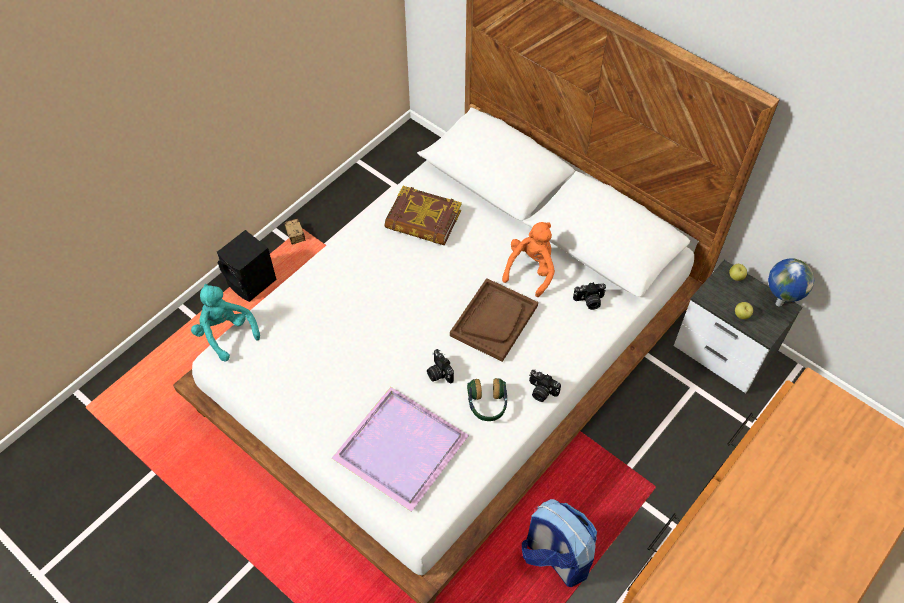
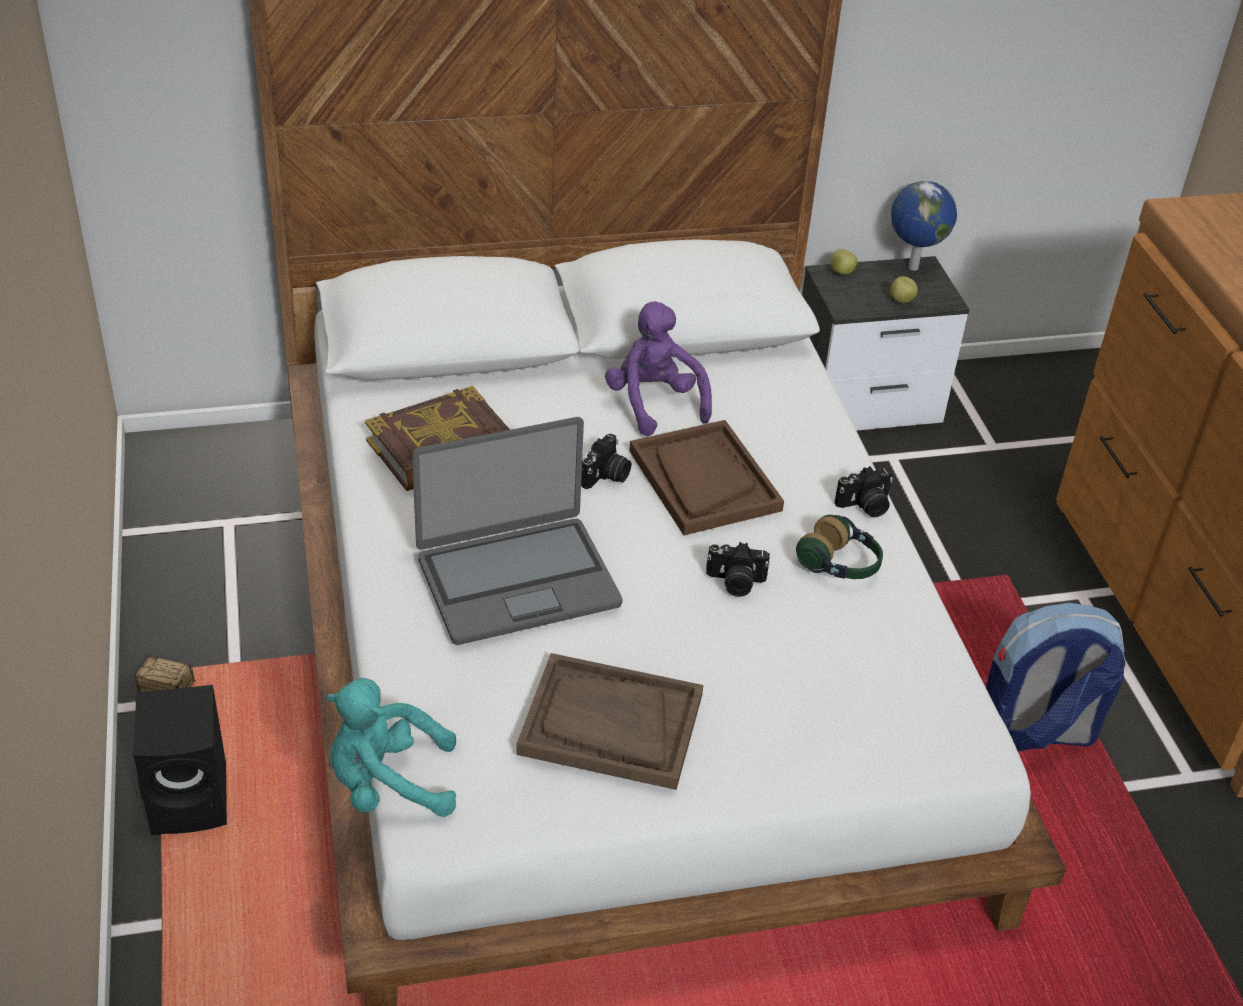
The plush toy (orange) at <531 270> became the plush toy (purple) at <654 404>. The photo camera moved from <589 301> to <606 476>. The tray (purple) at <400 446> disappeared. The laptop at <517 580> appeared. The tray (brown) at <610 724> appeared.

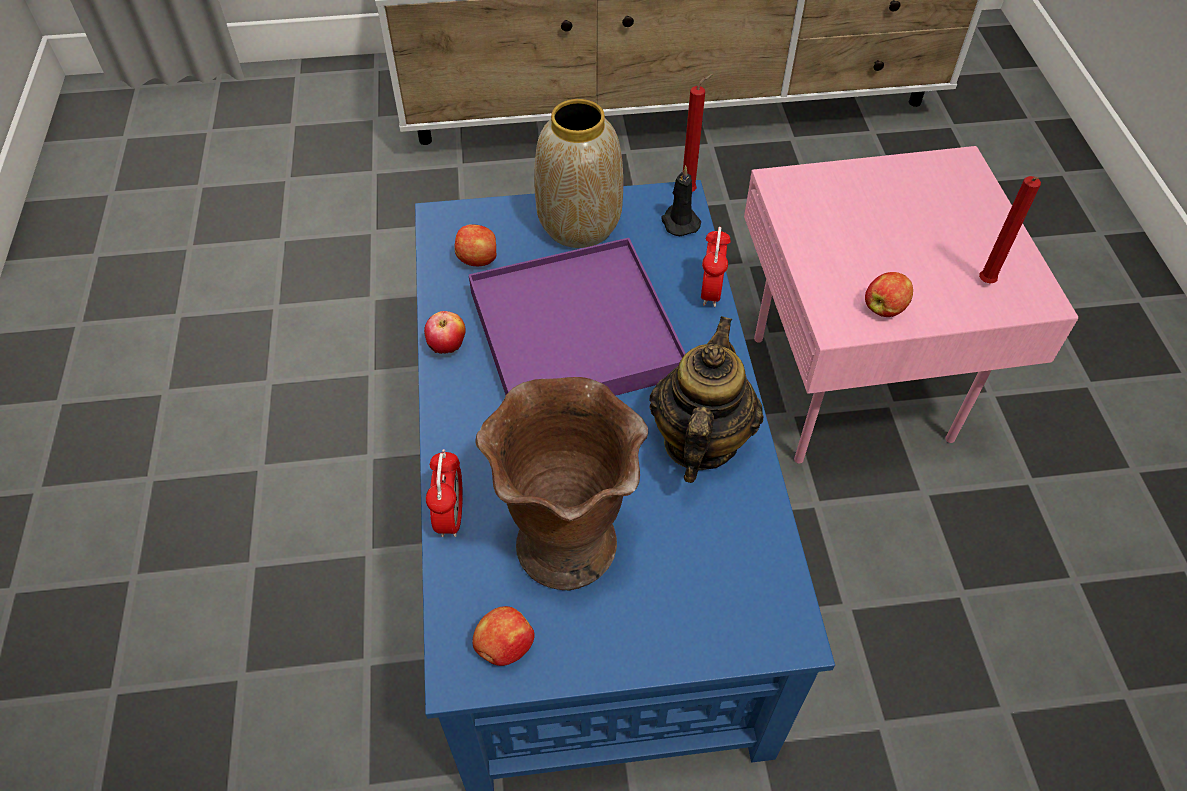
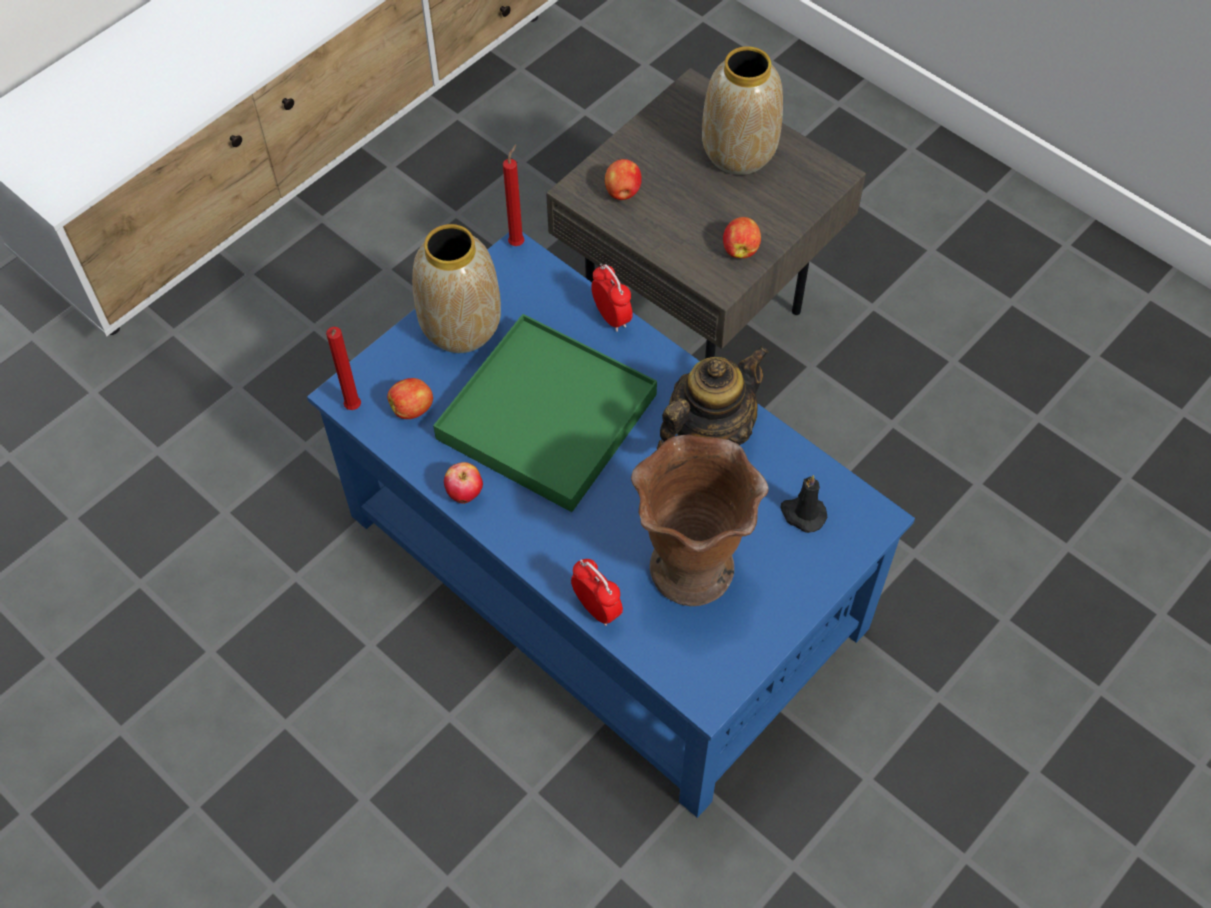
The side table (pink) at <857 391> became the side table (grey) at <701 318>. The candle (black) moved from <679 222> to <802 514>. The candle (red) moved from <984 284> to <353 409>. The tray (purple) at <574 334> became the tray (green) at <547 417>. The teapot at <699 441> turned 75 degrees clockwise. The apple moved from <504 647> to <622 192>. The vase at <740 153> appeared.

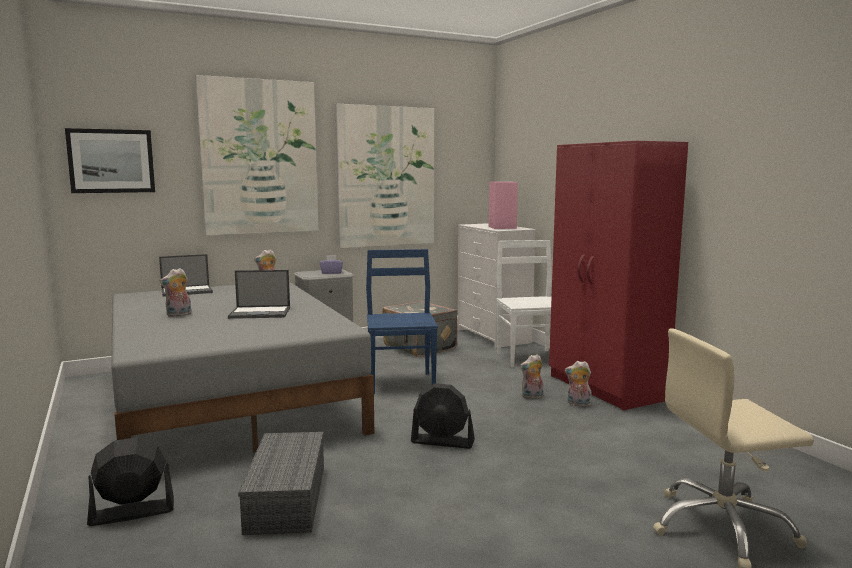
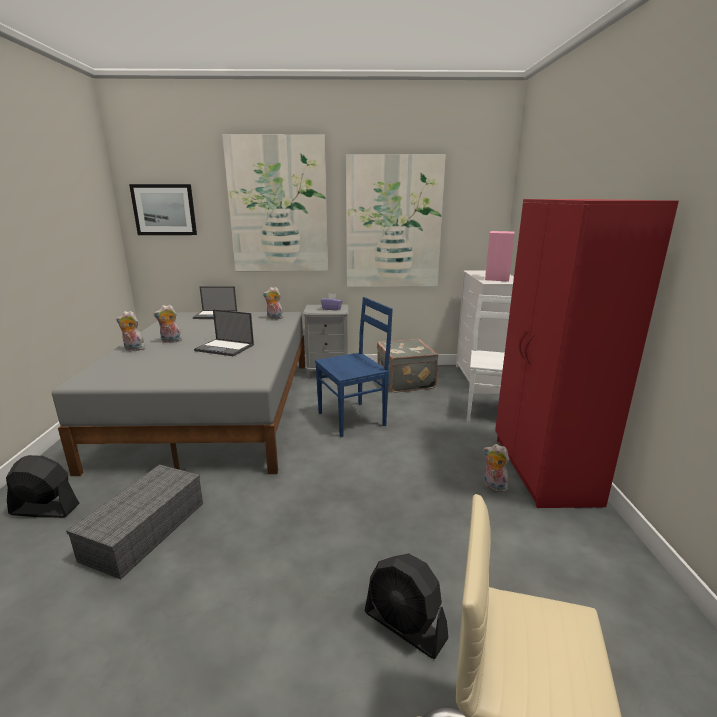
The chair (blue) at <401 382> turned 45 degrees clockwise. The plush toy moved from <532 397> to <133 349>. The fan (black) moved from <443 441> to <405 626>.

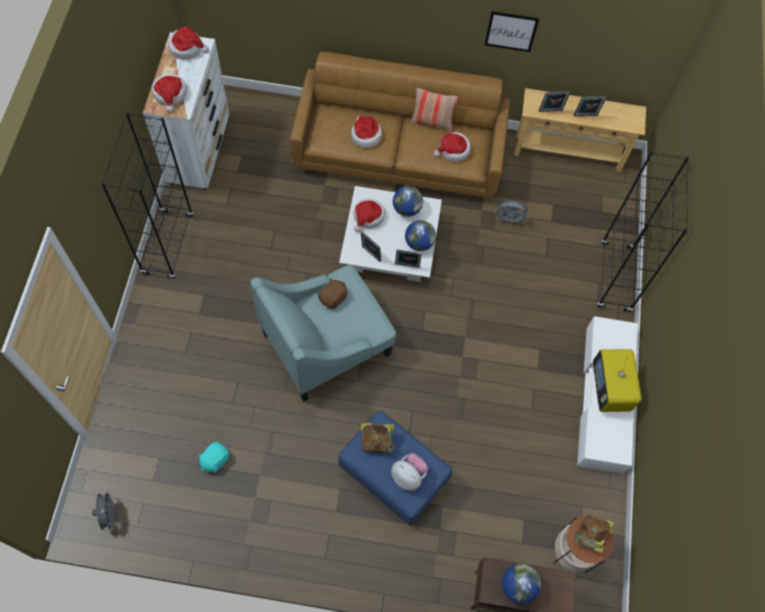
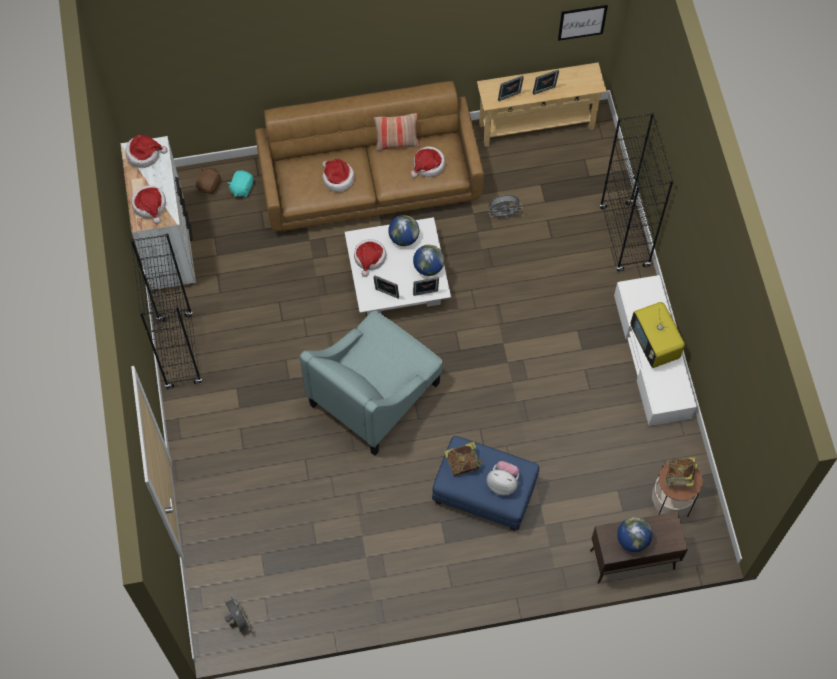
The picture moved from <511 31> to <582 22>. The plush toy (brown) moved from <333 298> to <209 185>. The plush toy (turquoise) moved from <215 460> to <241 188>.

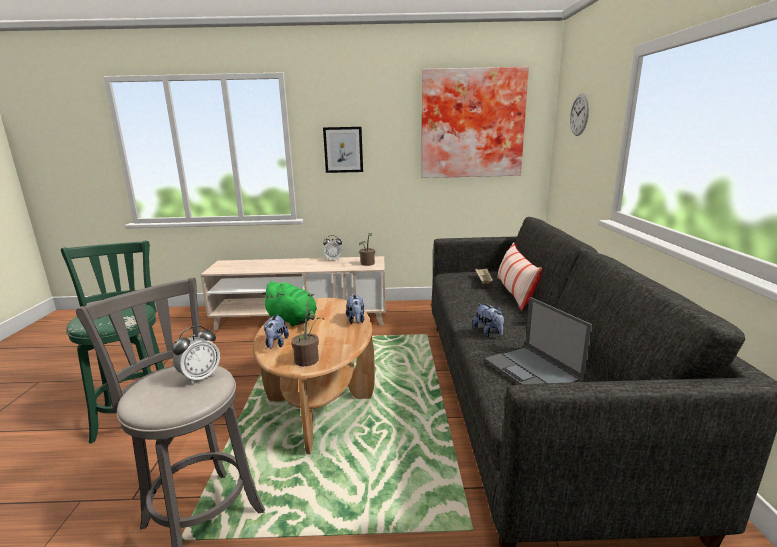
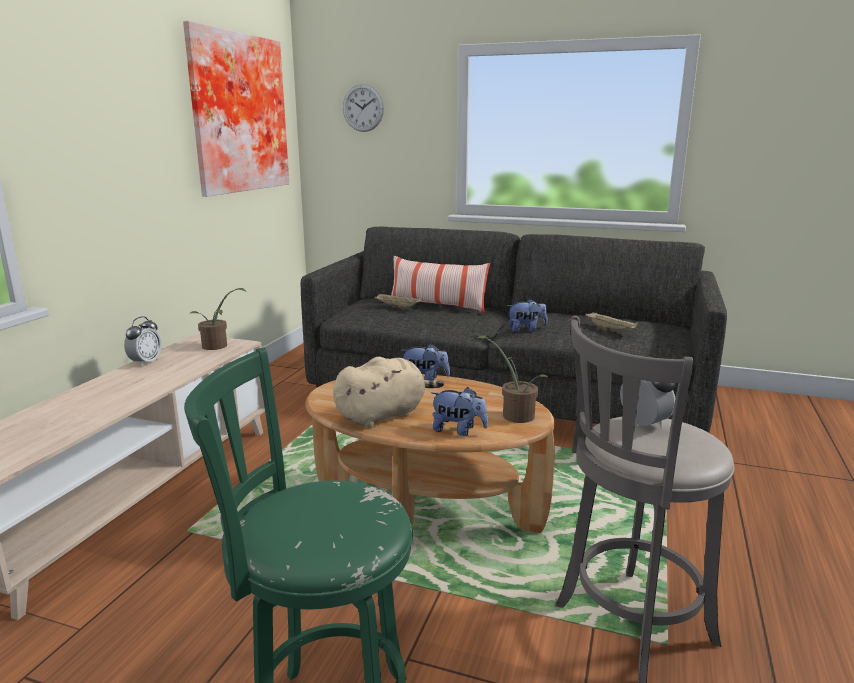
The picture at <343 150> disappeared. The plush toy (green) at <293 320> became the plush toy (beige) at <384 415>. The laptop at <533 371> was replaced by the tray (beige) at <611 330>.

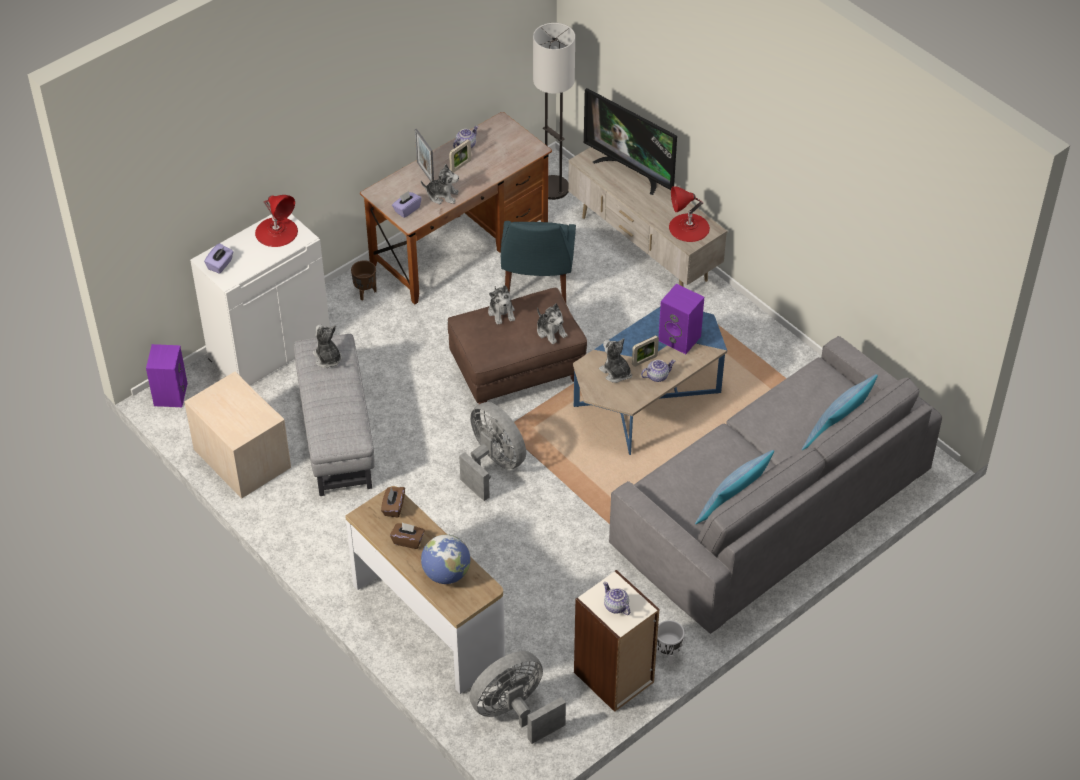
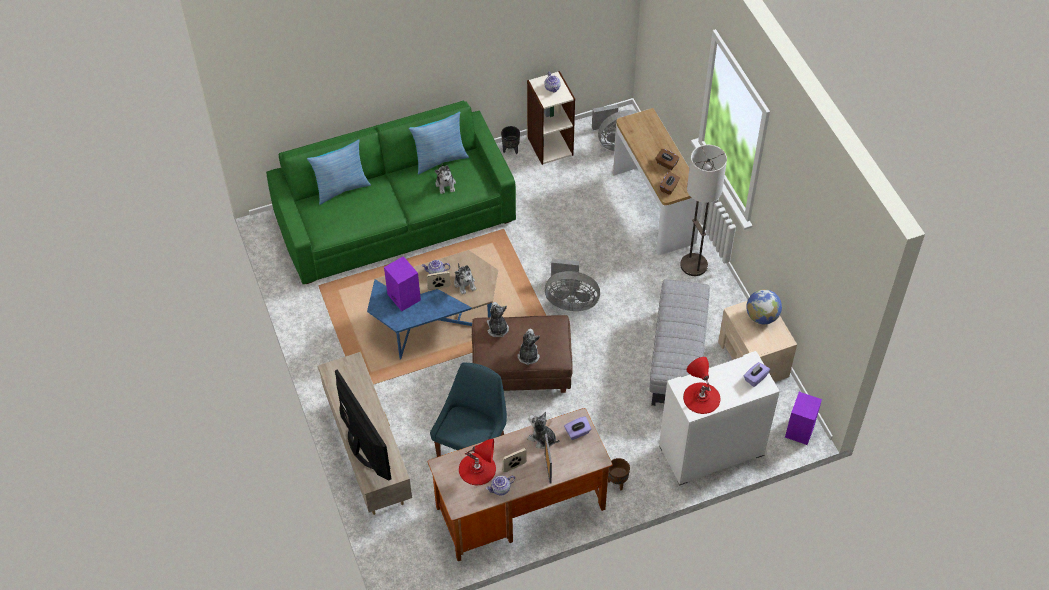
The floor lamp moved from <553 188> to <693 265>. The table lamp (red) moved from <689 227> to <477 468>. The plush toy moved from <328 358> to <445 184>. The sofa (grey) at <771 509> became the sofa (green) at <395 217>. The fan (grey) at <493 465> turned 60 degrees counterclockwise. The globe moved from <446 574> to <762 317>. The planter (white) at <667 654> became the planter (black) at <511 149>.

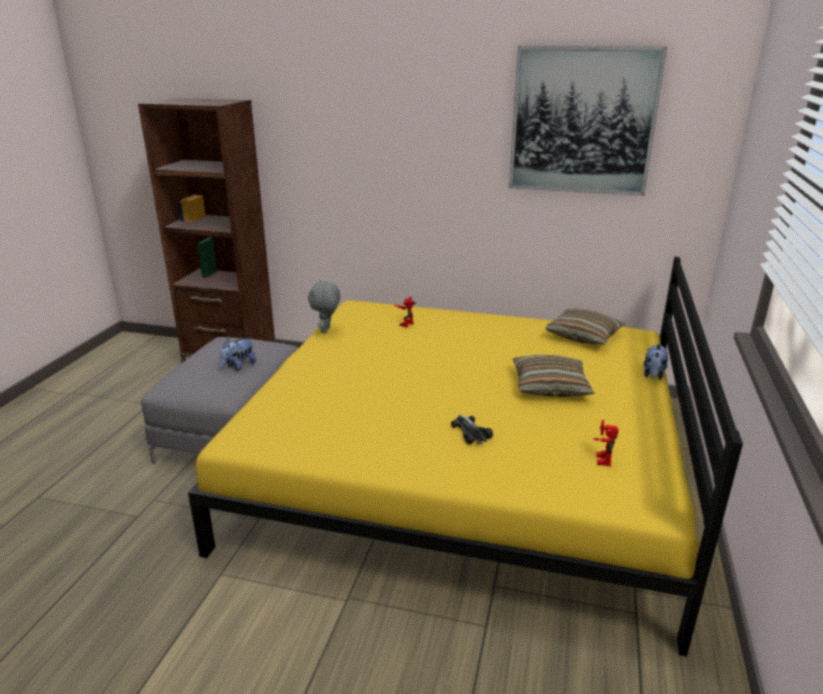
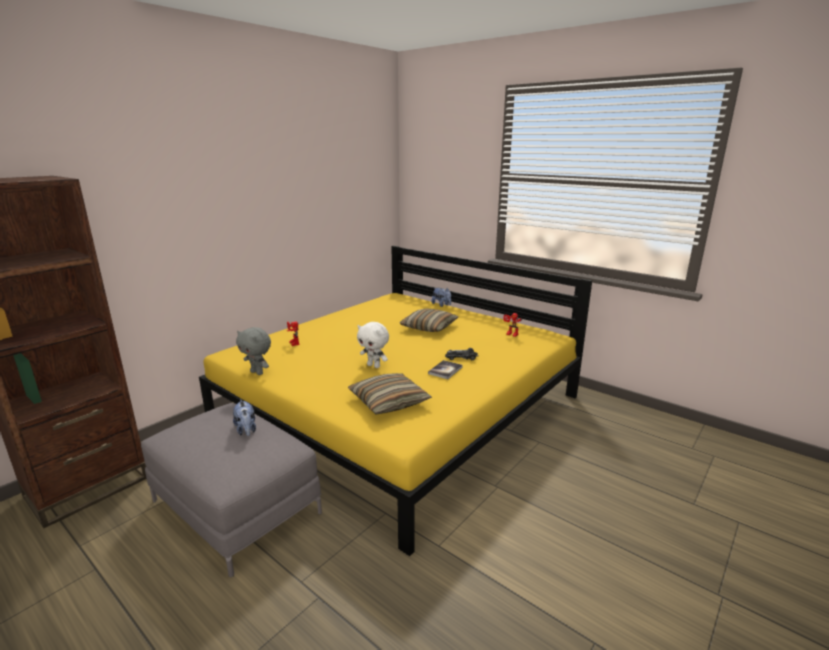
The picture at <582 121> disappeared. The pillow moved from <583 335> to <389 402>. The plush toy (white) at <374 366> appeared. The book at <445 370> appeared.

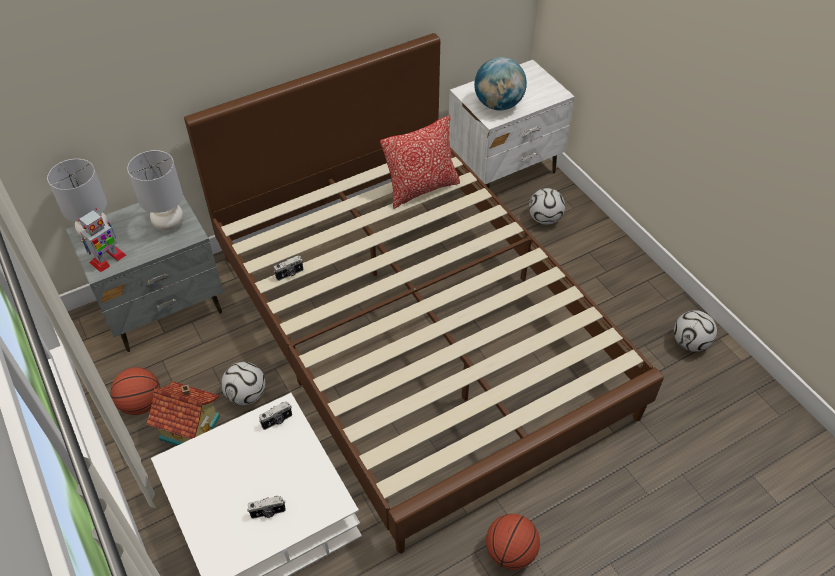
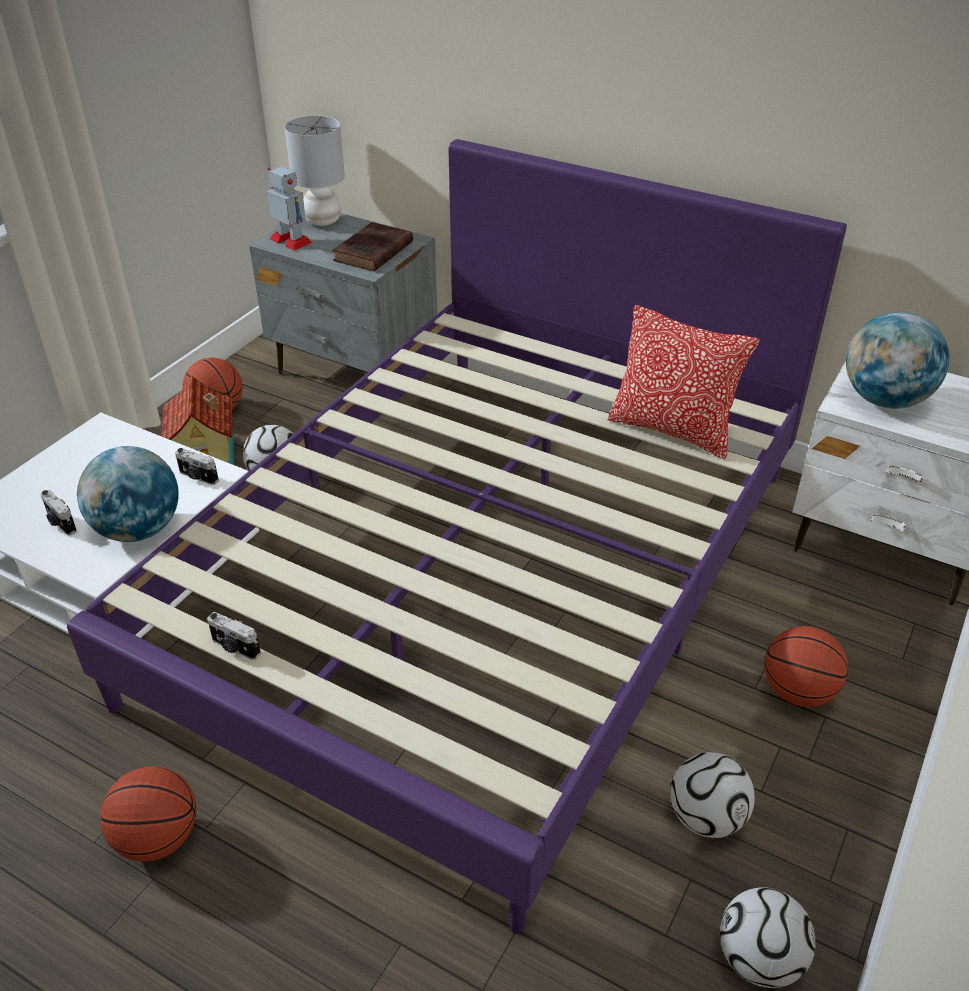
The bed (brown) at <418 330> became the bed (purple) at <486 578>. The table lamp (grey) at <169 224> was replaced by the book (brown) at <372 252>. The football moved from <544 219> to <706 818>. The toy robot at <108 259> turned 150 degrees counterclockwise. The photo camera moved from <290 274> to <235 648>. The globe at <138 529> appeared. The basketball at <798 691> appeared.

